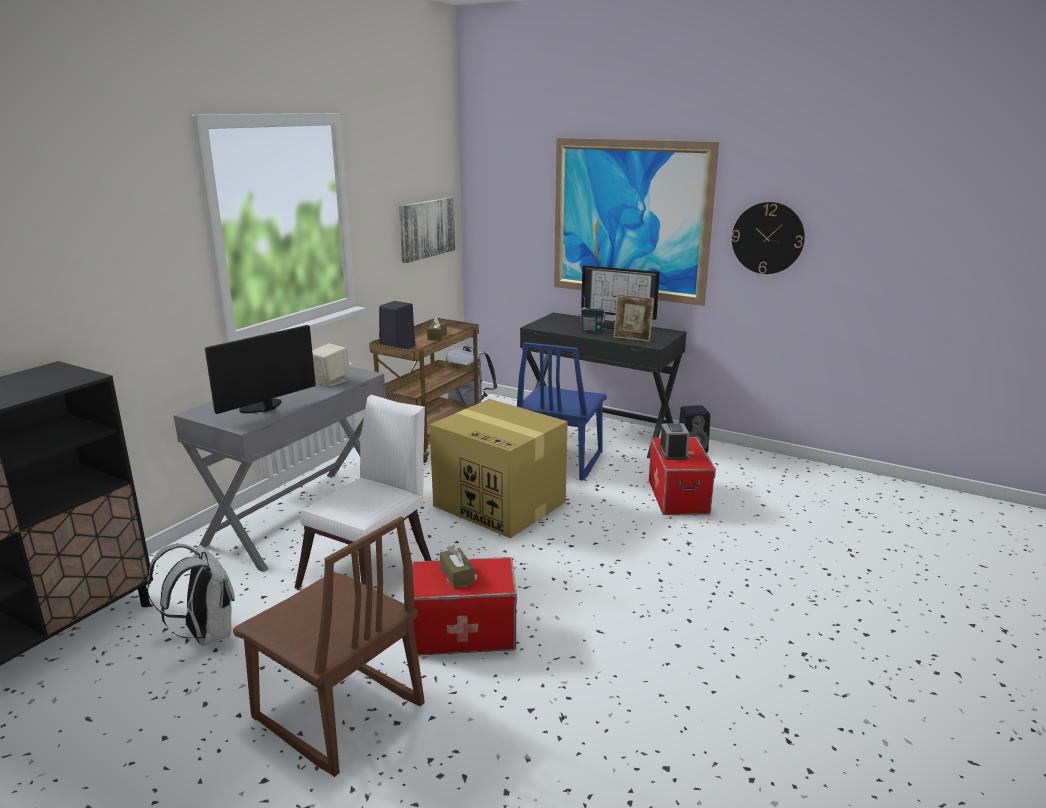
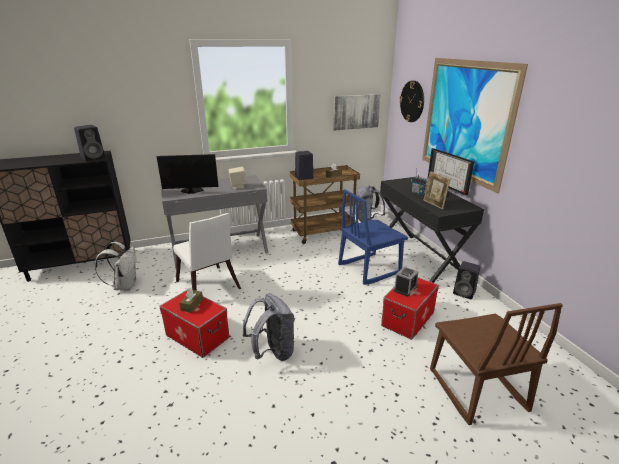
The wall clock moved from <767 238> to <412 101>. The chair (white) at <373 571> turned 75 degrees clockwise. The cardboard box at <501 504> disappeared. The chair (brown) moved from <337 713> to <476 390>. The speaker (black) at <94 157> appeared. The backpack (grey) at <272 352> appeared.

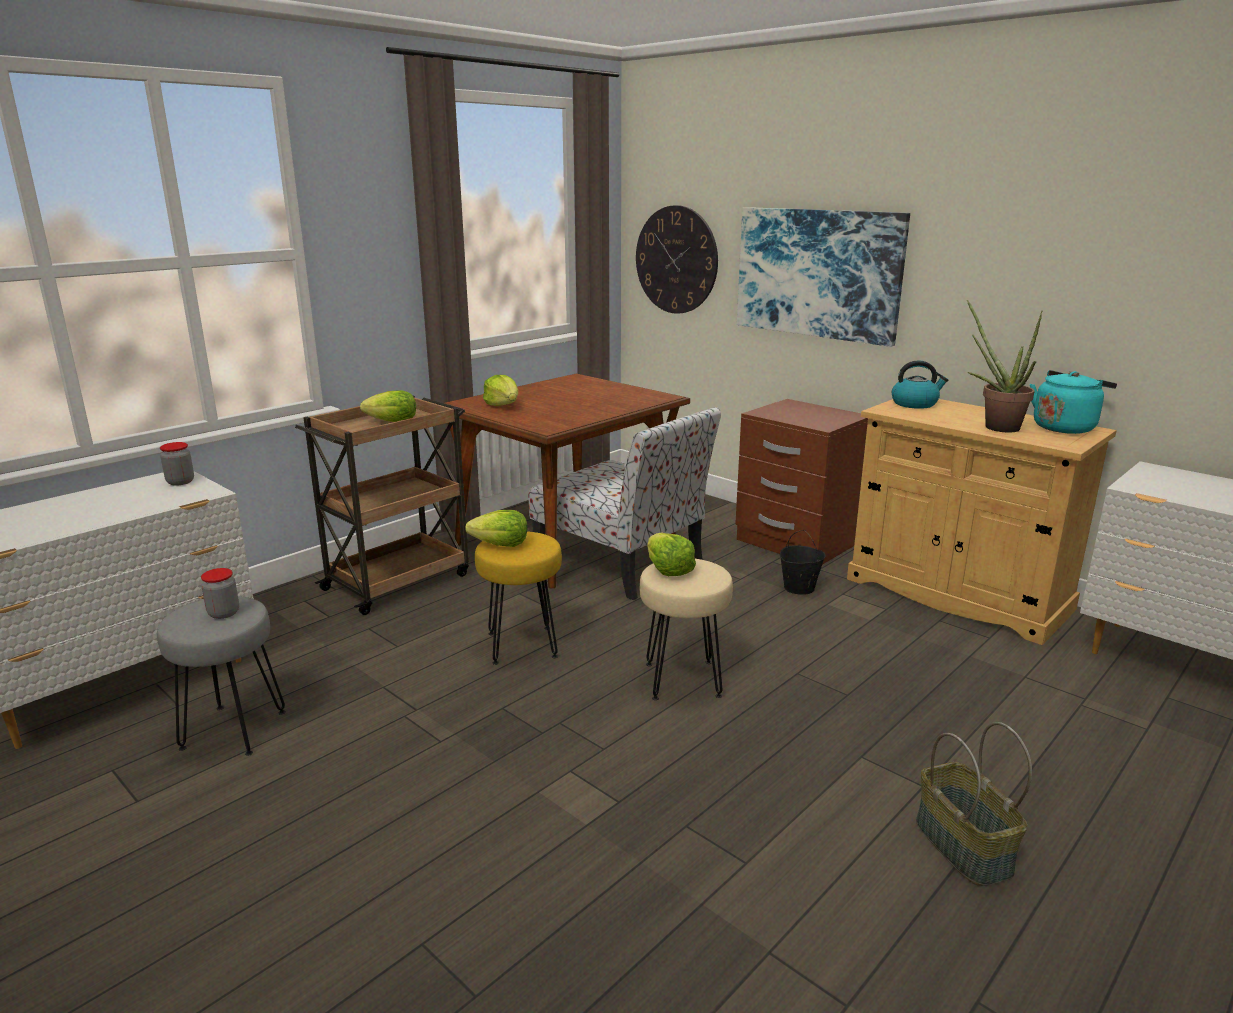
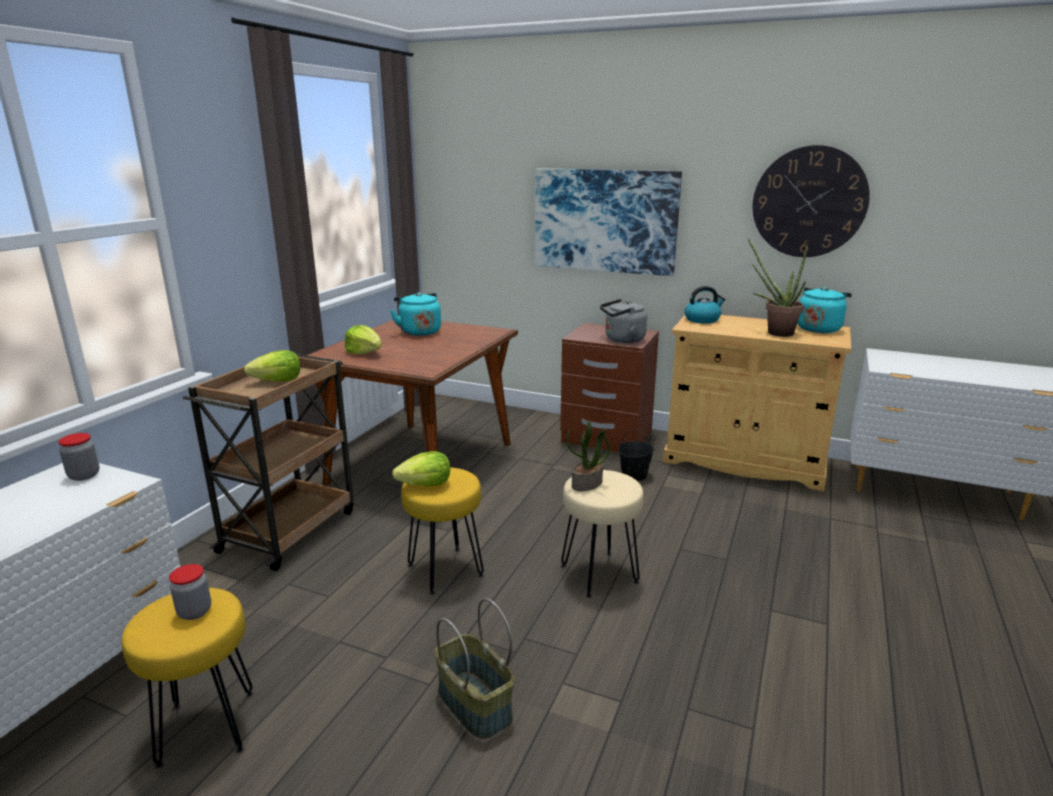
The wall clock moved from <676 260> to <809 202>. The chair at <622 564> disappeared. The lettuce at <668 570> was replaced by the potted plant at <587 484>. The stool (grey) at <233 729> became the stool (yellow) at <206 727>. The basket moved from <961 846> to <473 705>. The kettle (turquoise) at <419 331> appeared. The kettle (grey) at <622 339> appeared.

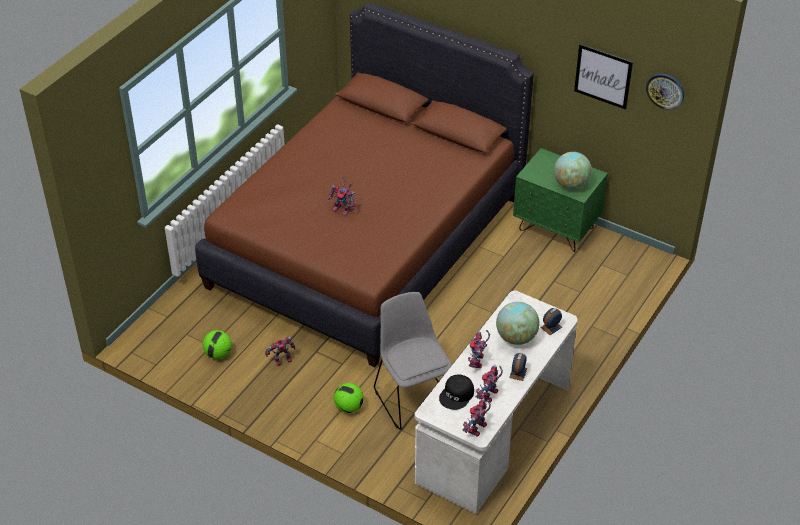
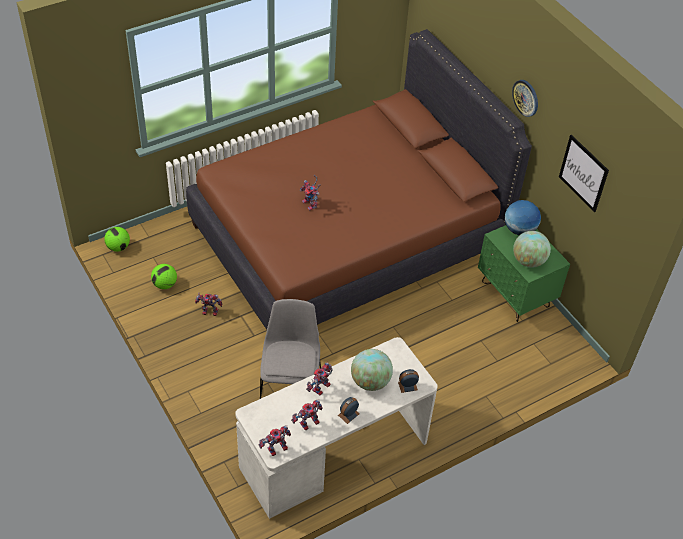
The wall clock moved from <665 90> to <526 97>. The cap (black) at <457 395> disappeared. The football moved from <348 407> to <118 247>. The globe at <519 230> appeared.

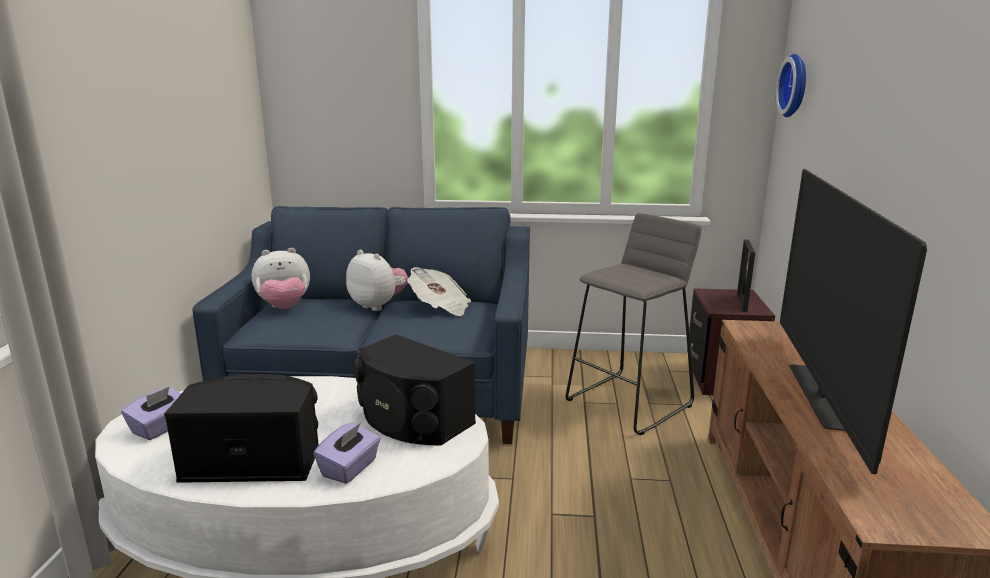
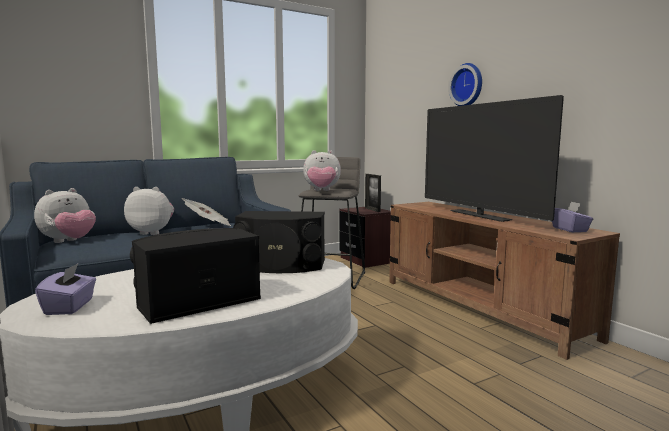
The wall clock moved from <796 85> to <468 85>. The tissue box (purple) moved from <350 468> to <570 229>. The plush toy at <322 191> appeared.

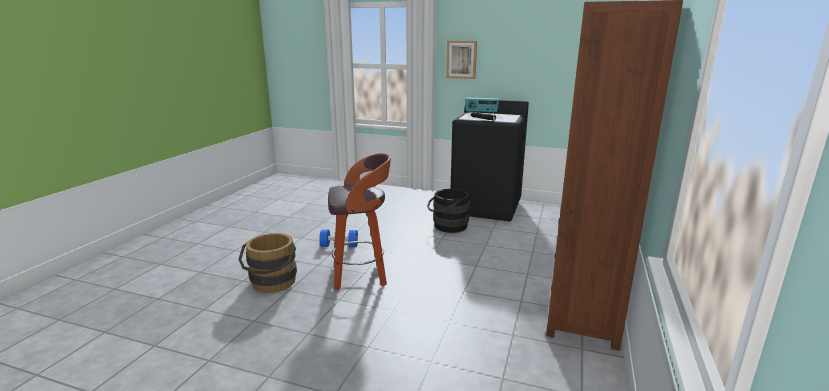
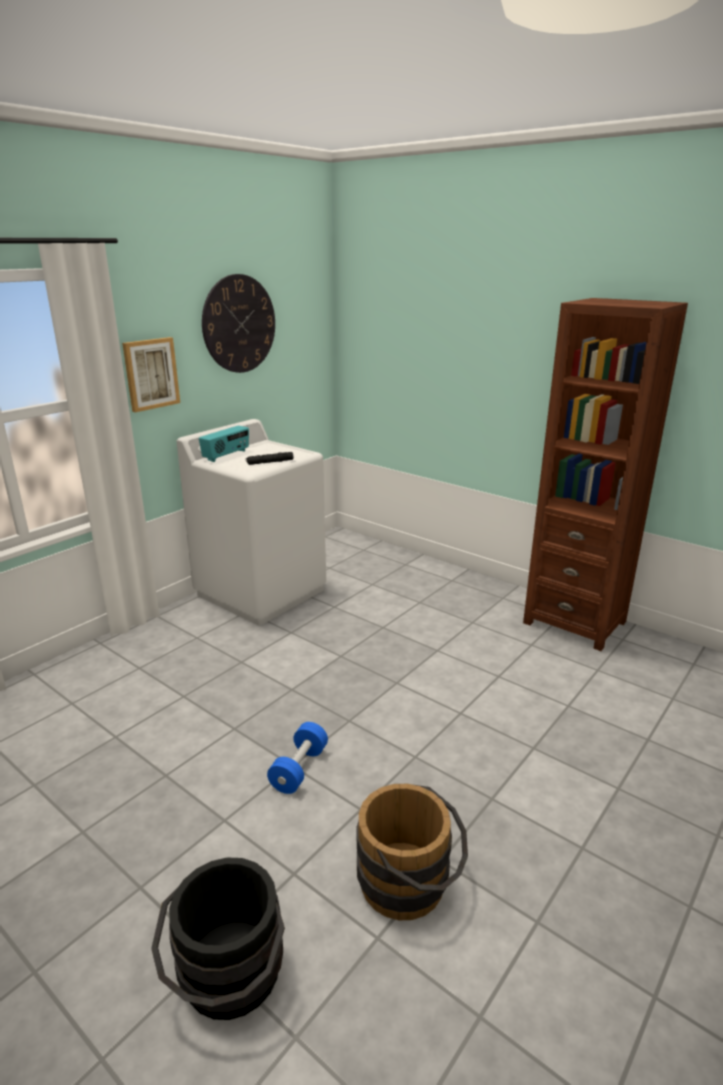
The washing machine (black) at <486 207> became the washing machine (white) at <261 592>. The stool at <361 276> disappeared. The bucket (black) moved from <447 226> to <228 980>. The wall clock at <239 324> appeared.

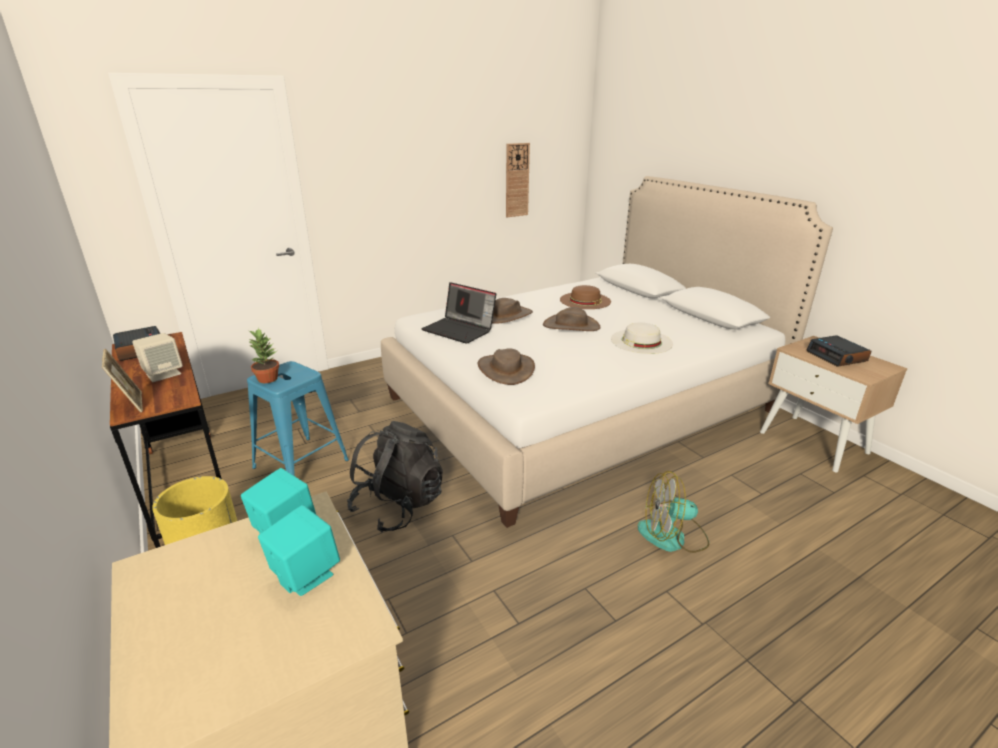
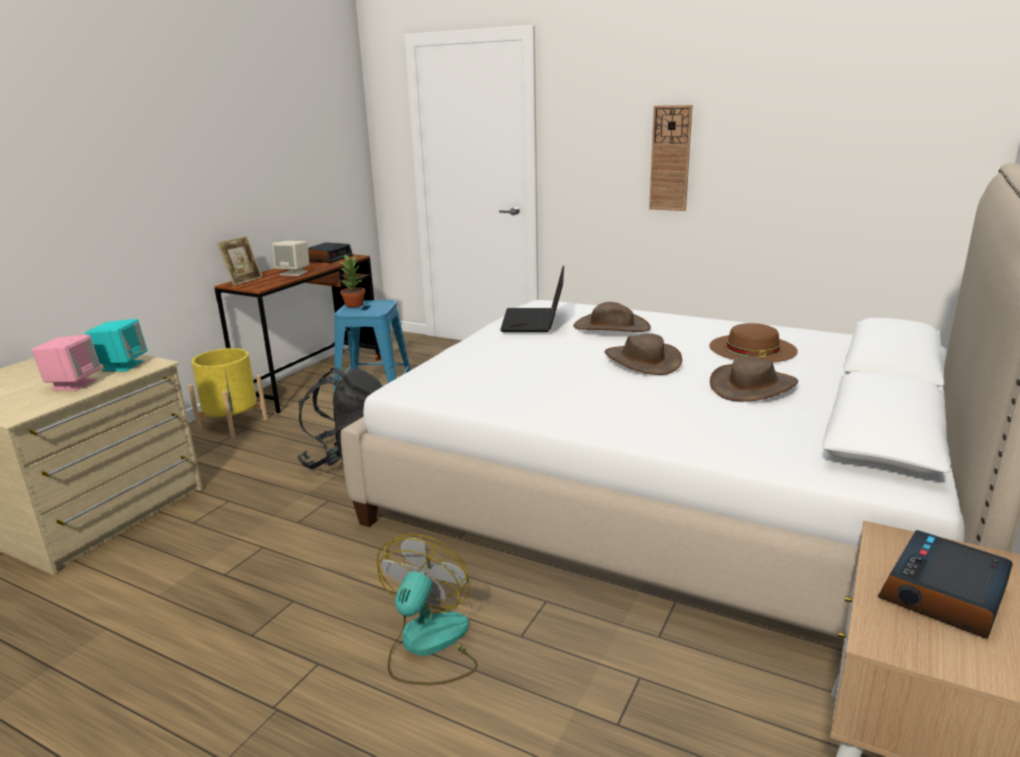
The wall clock moved from <517 180> to <670 158>. The hat (white) at <641 341> disappeared. The hat (brown) moved from <506 369> to <753 386>. The fan at <672 536> turned 45 degrees clockwise. The speaker (turquoise) at <305 575> became the speaker (pink) at <73 384>.

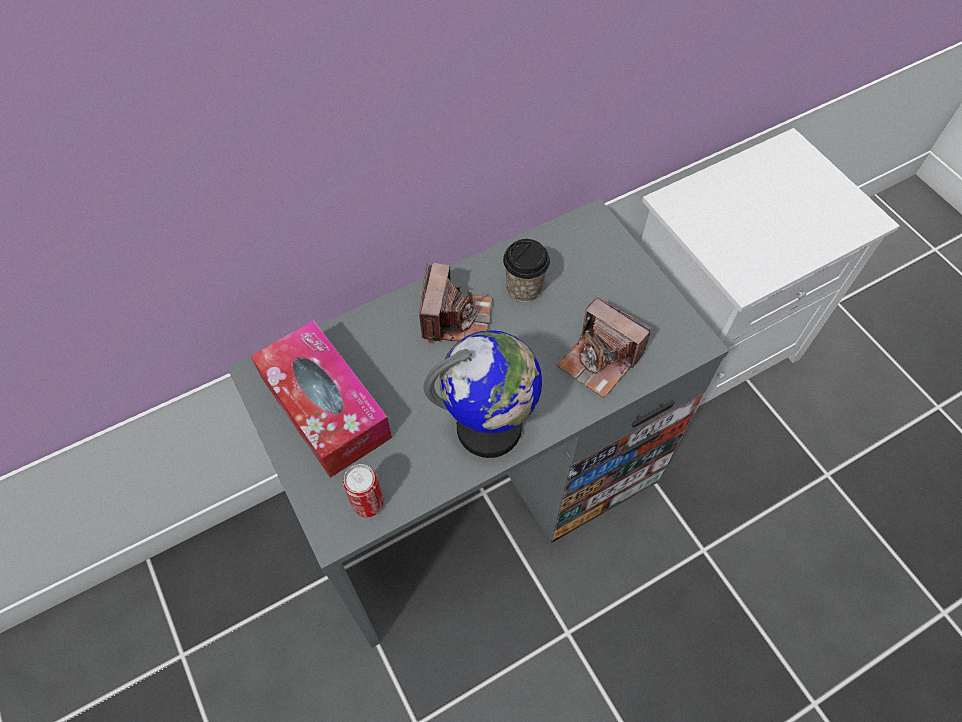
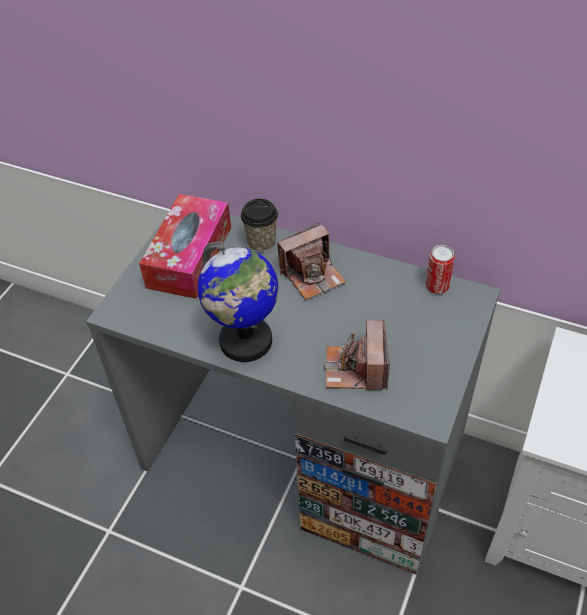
The cup moved from <524 289> to <261 242>. The can moved from <368 503> to <437 286>.

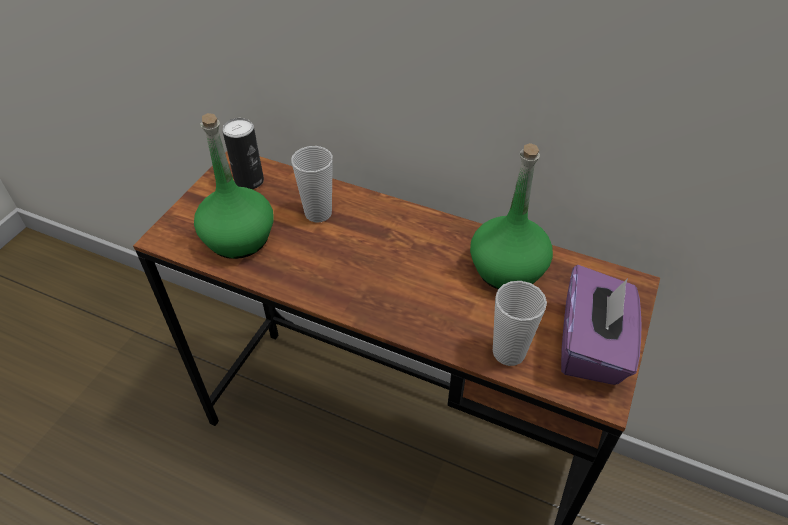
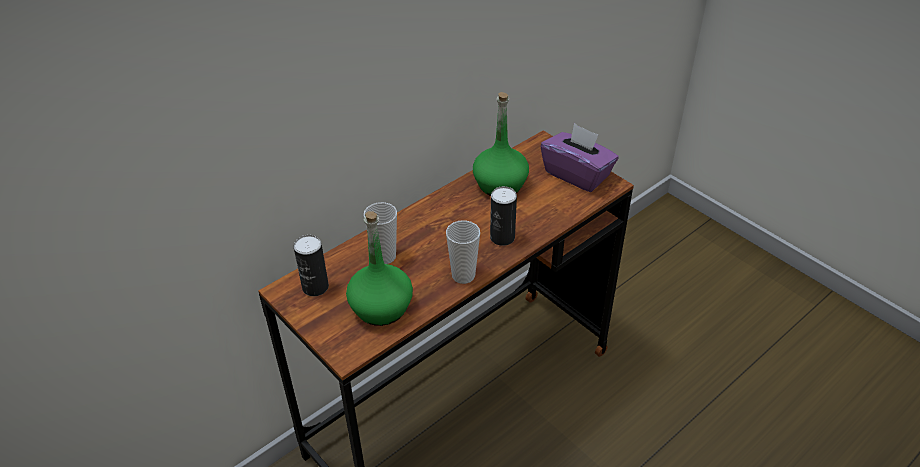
The cup moved from <508 352> to <463 275>. The can at <502 237> appeared.

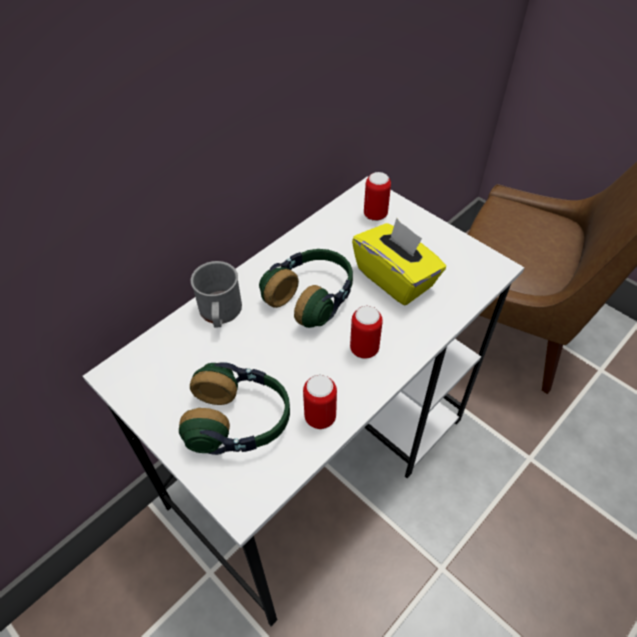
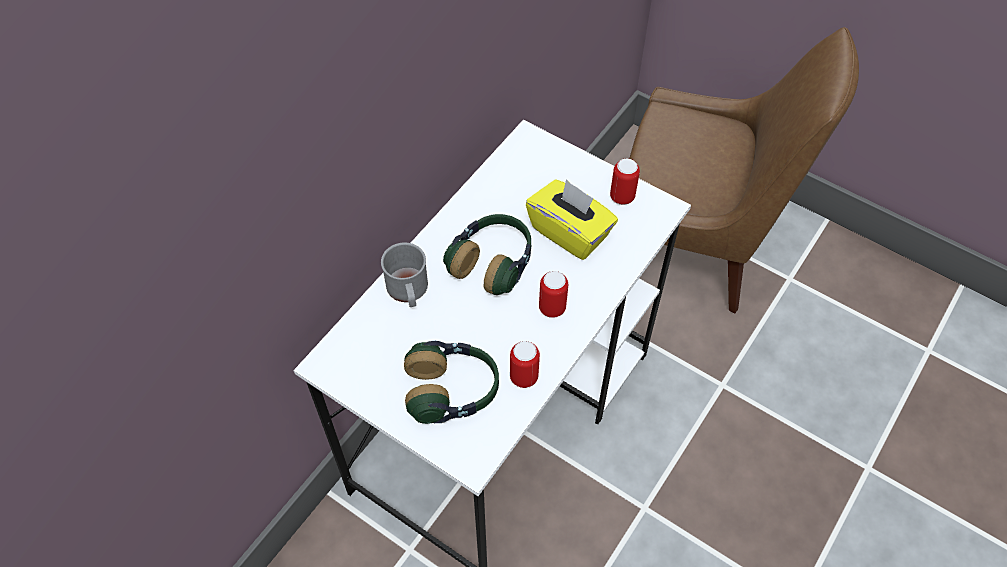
The can moved from <375 215> to <622 197>.

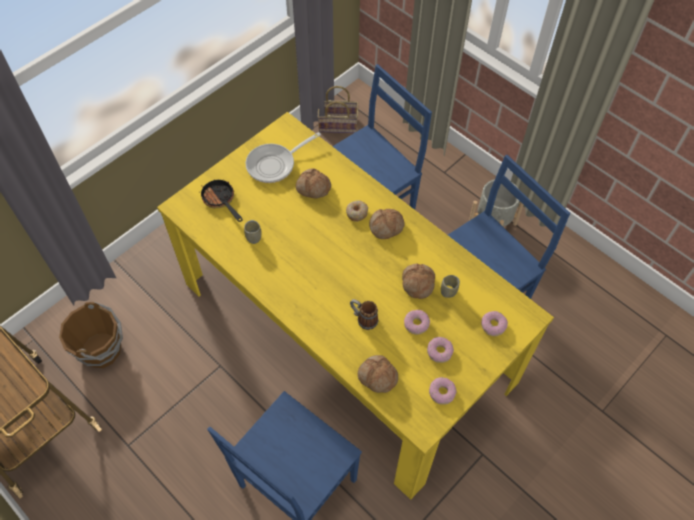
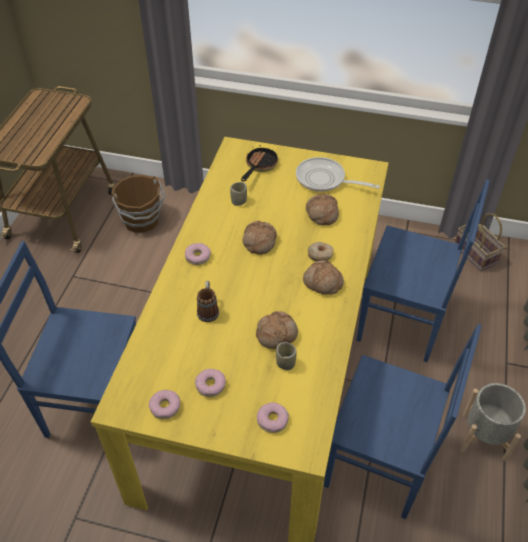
The donut moved from <416 324> to <198 256>. The bread moved from <377 377> to <258 242>.

